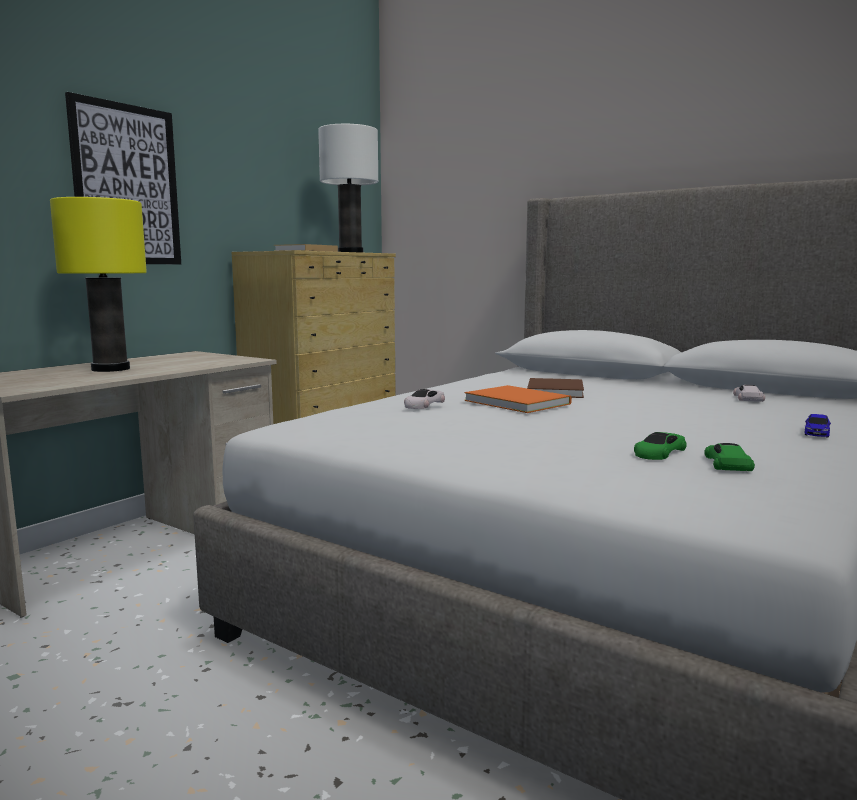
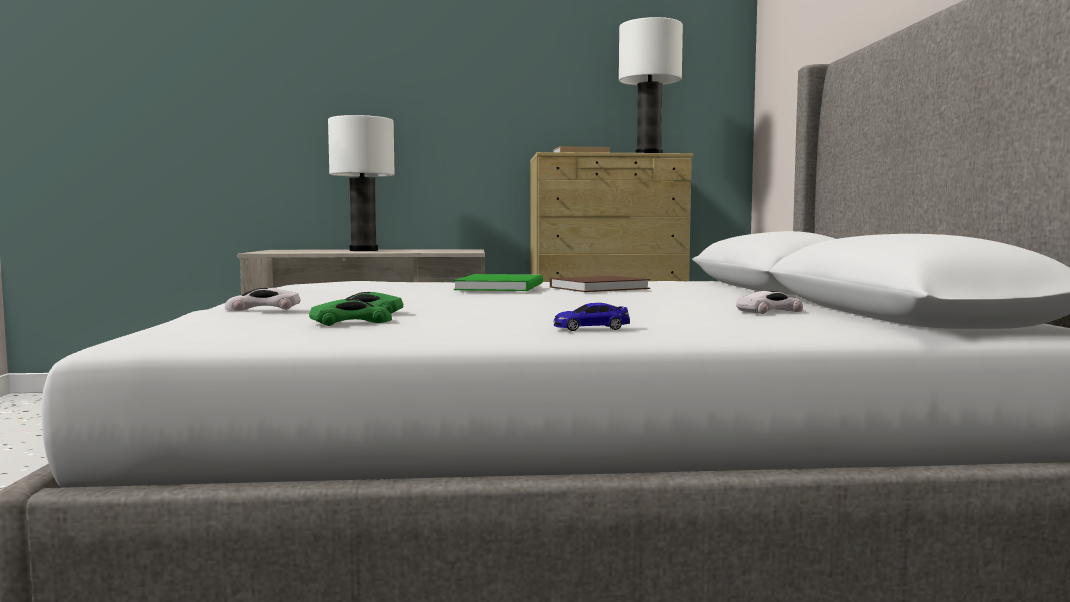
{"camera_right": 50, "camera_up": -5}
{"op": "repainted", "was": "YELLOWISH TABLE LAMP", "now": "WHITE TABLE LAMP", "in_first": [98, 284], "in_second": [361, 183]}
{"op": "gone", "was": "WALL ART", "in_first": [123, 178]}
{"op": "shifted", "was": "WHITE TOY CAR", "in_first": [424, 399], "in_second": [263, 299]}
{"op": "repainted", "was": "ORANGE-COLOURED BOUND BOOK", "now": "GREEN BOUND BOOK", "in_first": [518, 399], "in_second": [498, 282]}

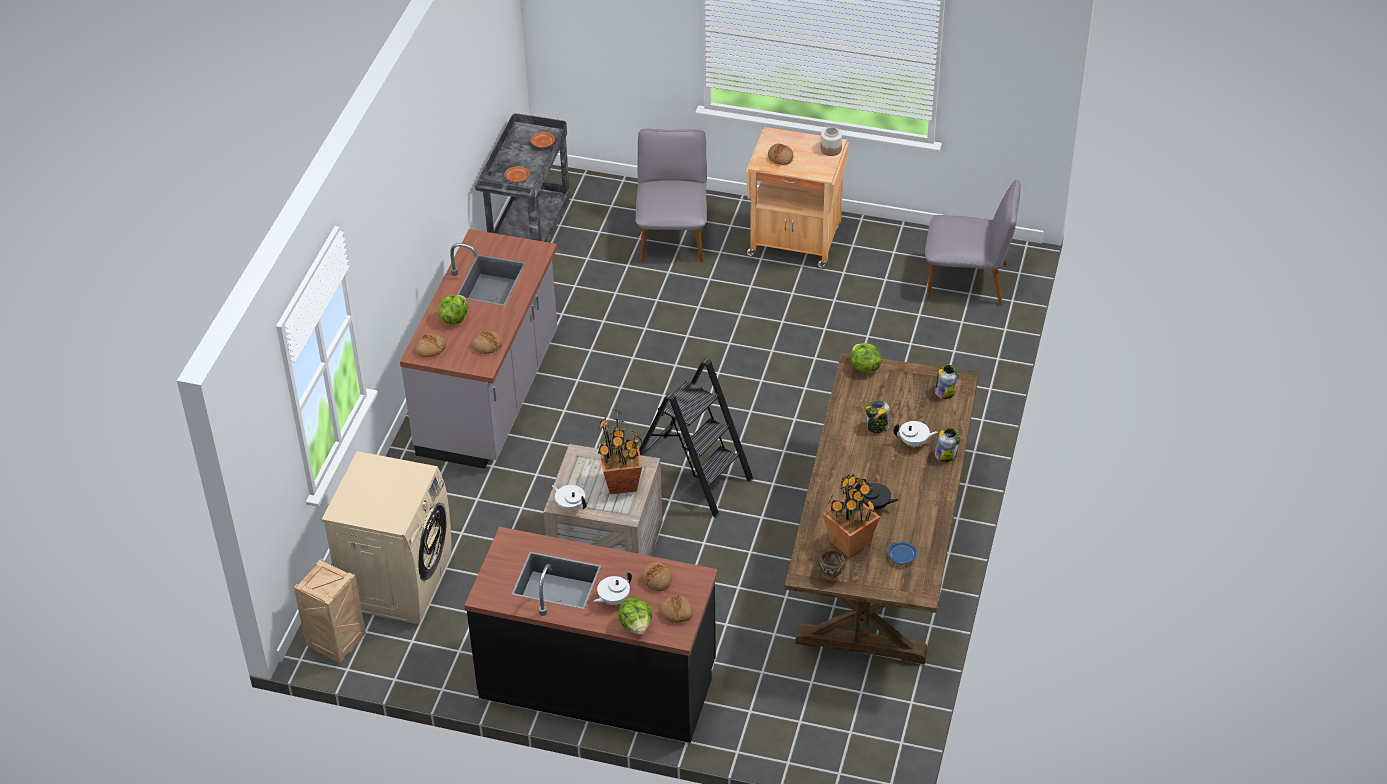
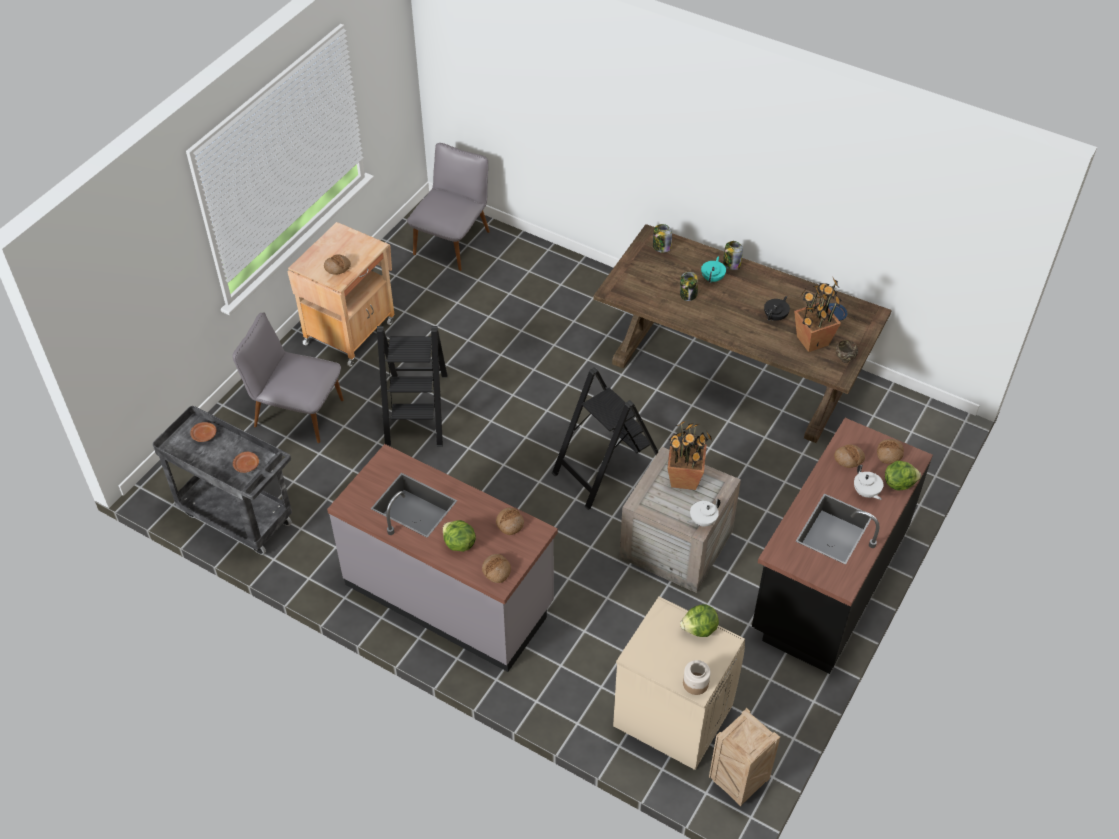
{"camera_right": -75, "camera_up": 5}
{"op": "shifted", "was": "JAR", "in_first": [831, 141], "in_second": [697, 677]}
{"op": "shifted", "was": "LETTUCE", "in_first": [866, 358], "in_second": [699, 620]}
{"op": "repainted", "was": "WHITE TEA POT", "now": "BLUE-GREEN TEA POT", "in_first": [916, 434], "in_second": [713, 269]}
{"op": "new", "now": "BLACK-COLOURED STEPLADDER", "in_second": [412, 386]}

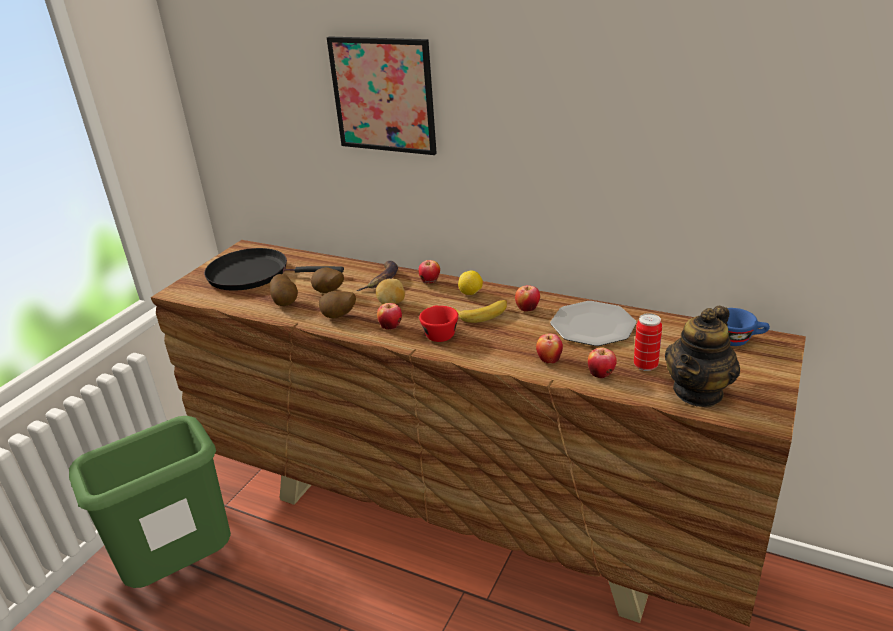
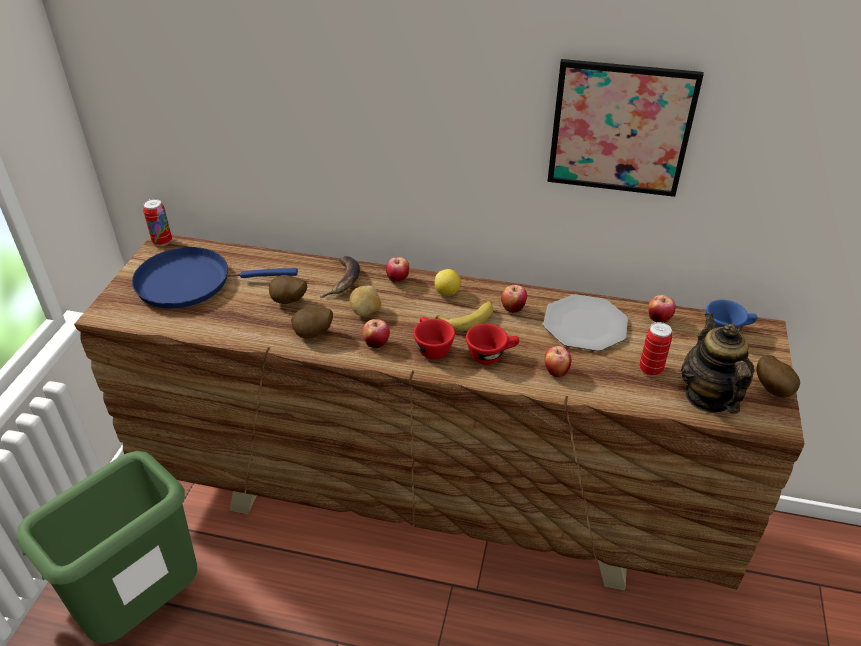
{"camera_right": -15, "camera_up": 10}
{"op": "repainted", "was": "BLACK-COLOURED FRYING PAN", "now": "BLUE FRYING PAN", "in_first": [274, 269], "in_second": [215, 277]}
{"op": "shifted", "was": "POTATO", "in_first": [284, 290], "in_second": [778, 376]}
{"op": "shifted", "was": "WALL ART", "in_first": [382, 95], "in_second": [625, 128]}
{"op": "shifted", "was": "APPLE FRUIT", "in_first": [602, 363], "in_second": [662, 309]}
{"op": "rotated", "was": "TEA POT", "in_first": [702, 356], "in_second": [717, 363], "clockwise": 150}
{"op": "new", "now": "CAN", "in_second": [157, 222]}
{"op": "new", "now": "REDDISH DRINKING CUP", "in_second": [492, 344]}

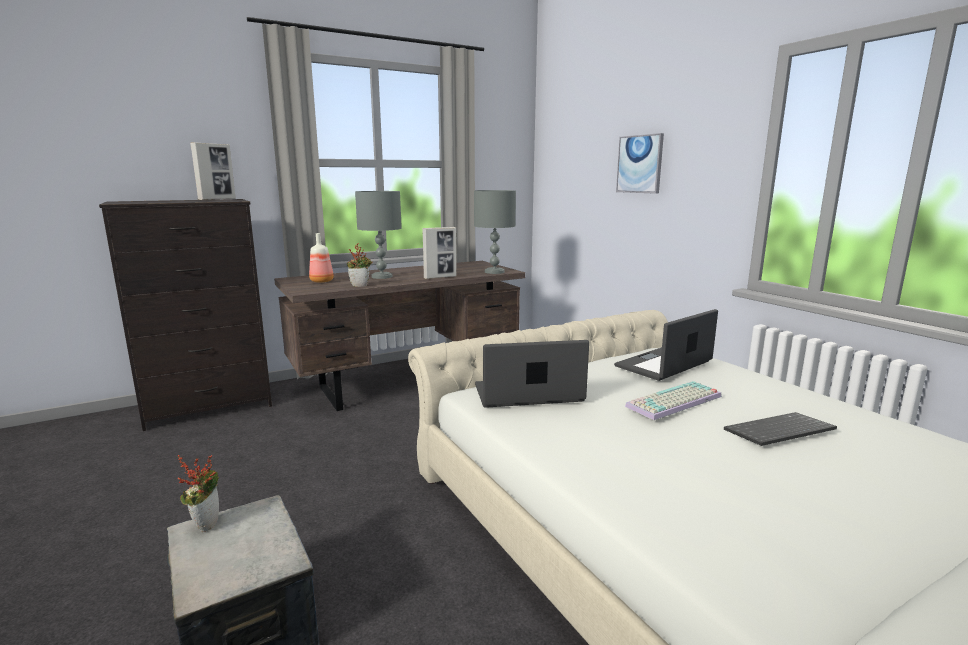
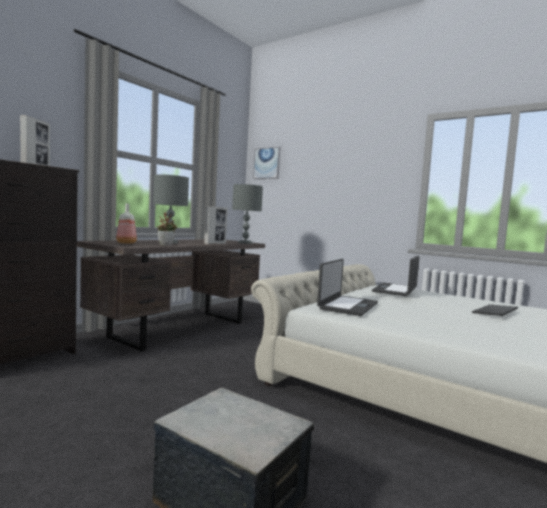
{"camera_right": -25, "camera_up": -10}
{"op": "gone", "was": "HOUSEPLANT", "in_first": [198, 493]}
{"op": "rotated", "was": "LAPTOP", "in_first": [532, 374], "in_second": [347, 287], "clockwise": 150}
{"op": "shifted", "was": "WALL ART", "in_first": [640, 163], "in_second": [266, 163]}
{"op": "gone", "was": "COMPUTER KEYBOARD", "in_first": [673, 400]}

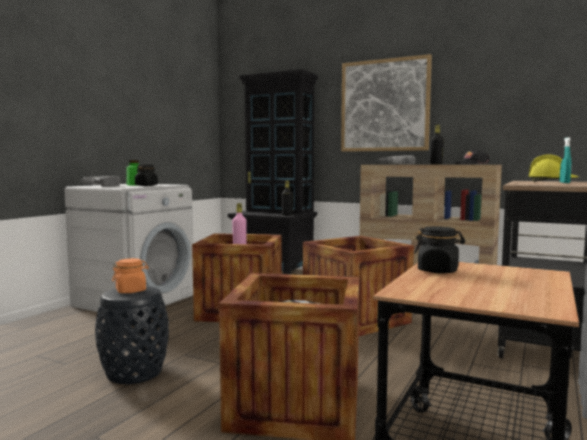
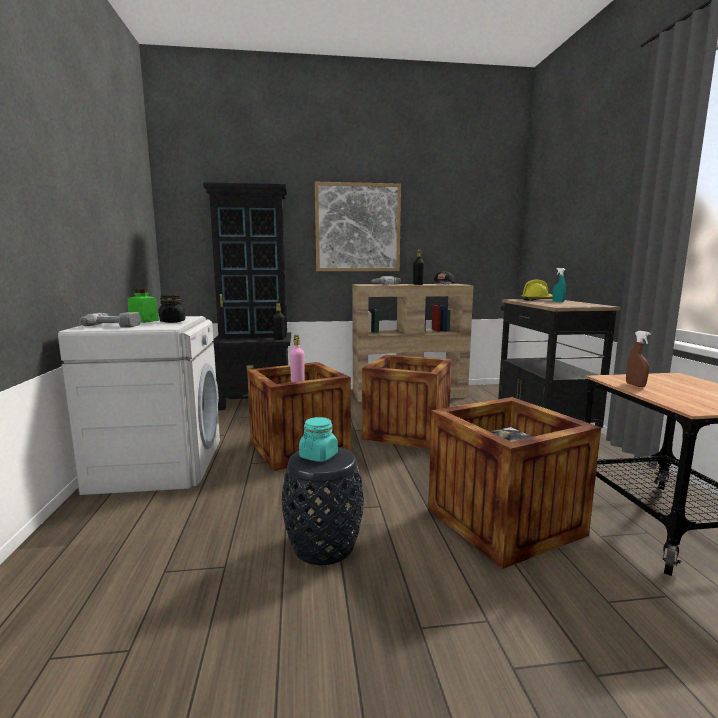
{"camera_right": -35, "camera_up": 5}
{"op": "repainted", "was": "ORANGE-COLOURED JAR", "now": "BLUE-GREEN JAR", "in_first": [130, 275], "in_second": [318, 439]}
{"op": "swapped", "was": "BLACK-COLOURED JAR", "now": "BROWNISH SPRAYER", "in_first": [439, 249], "in_second": [638, 359]}

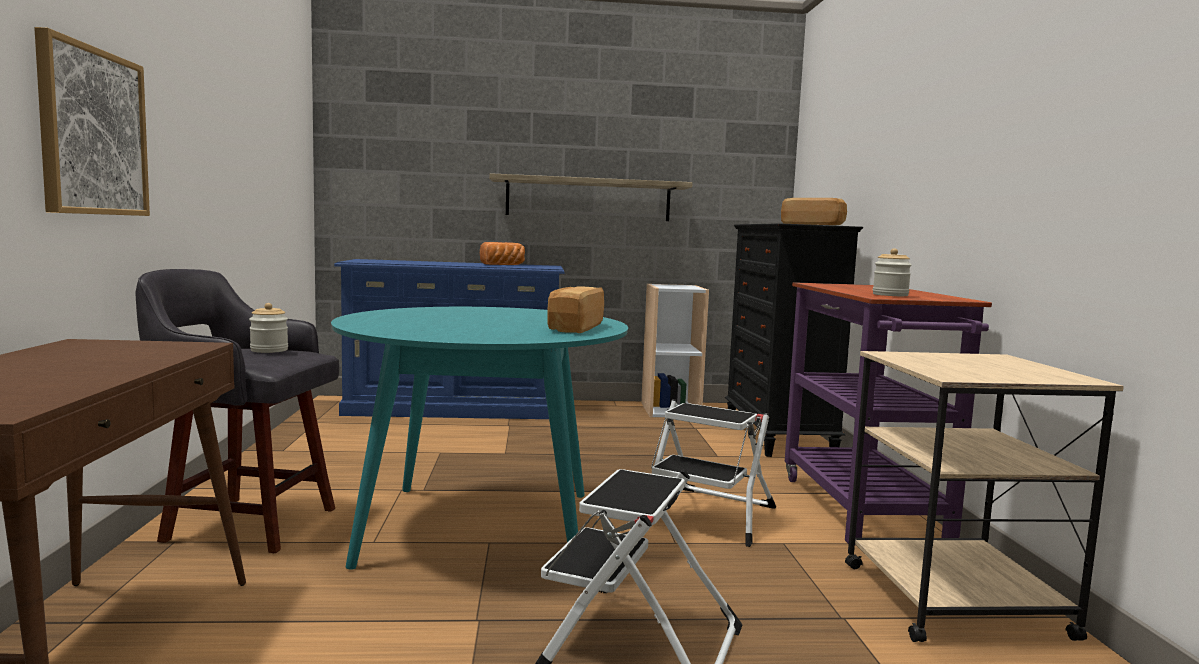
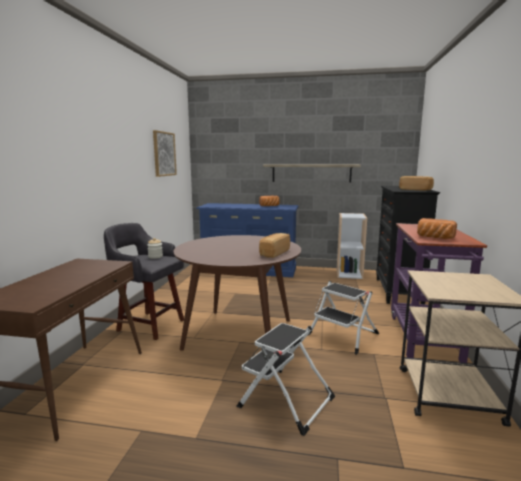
{"camera_right": 15, "camera_up": 5}
{"op": "shifted", "was": "WALL ART", "in_first": [92, 121], "in_second": [165, 153]}
{"op": "repainted", "was": "BLUE-GREEN KITCHEN TABLE", "now": "BROWNISH KITCHEN TABLE", "in_first": [479, 438], "in_second": [237, 293]}
{"op": "swapped", "was": "JAR", "now": "BREAD", "in_first": [892, 272], "in_second": [437, 228]}

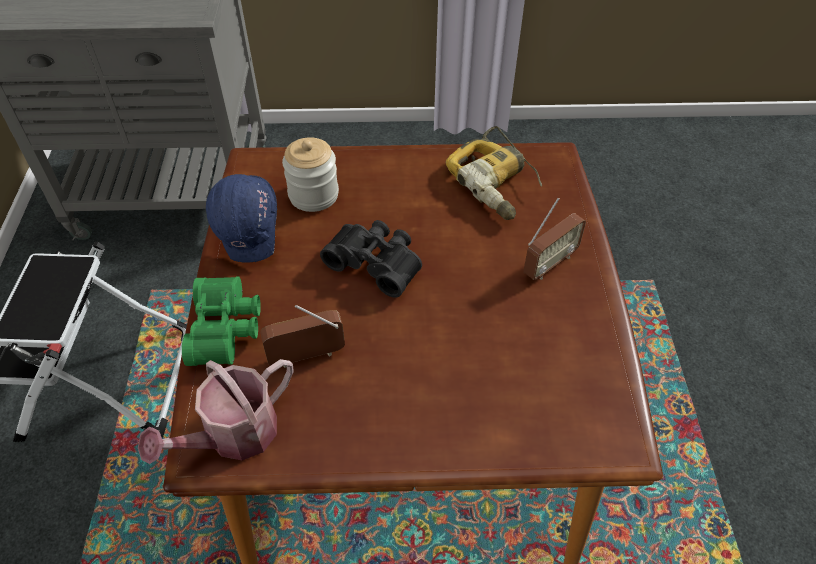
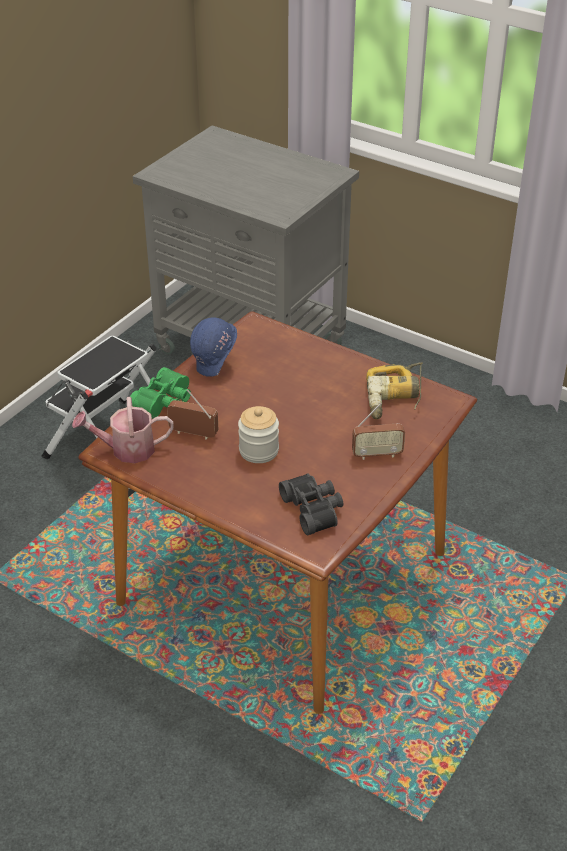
{"camera_right": 35, "camera_up": -10}
{"op": "shifted", "was": "JAR", "in_first": [310, 174], "in_second": [258, 434]}
{"op": "shifted", "was": "BLACK-COLOURED FIELD GLASSES", "in_first": [371, 259], "in_second": [311, 504]}

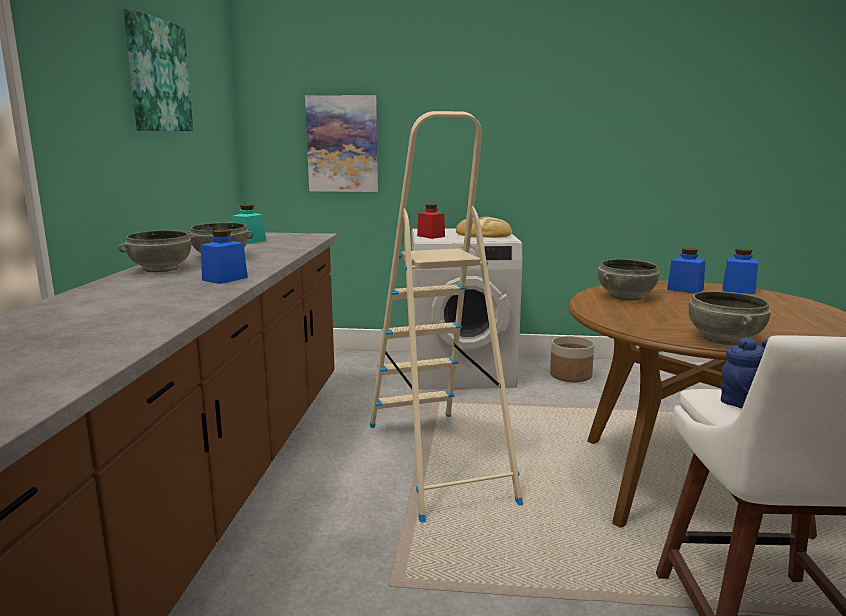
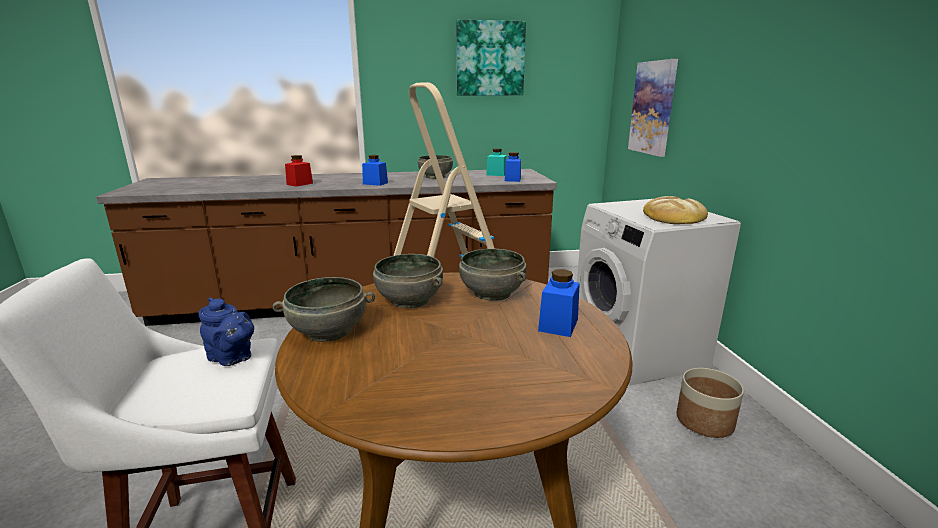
{"camera_right": 75, "camera_up": 5}
{"op": "shifted", "was": "GREYISH BOWL", "in_first": [157, 251], "in_second": [408, 281]}
{"op": "shifted", "was": "REDDISH JAR", "in_first": [431, 221], "in_second": [299, 171]}
{"op": "shifted", "was": "BLUE JAR", "in_first": [740, 271], "in_second": [513, 167]}

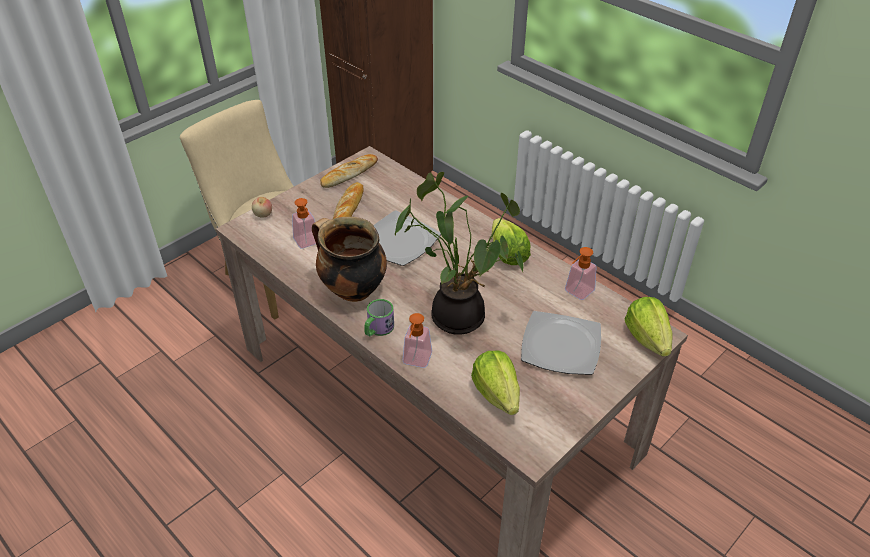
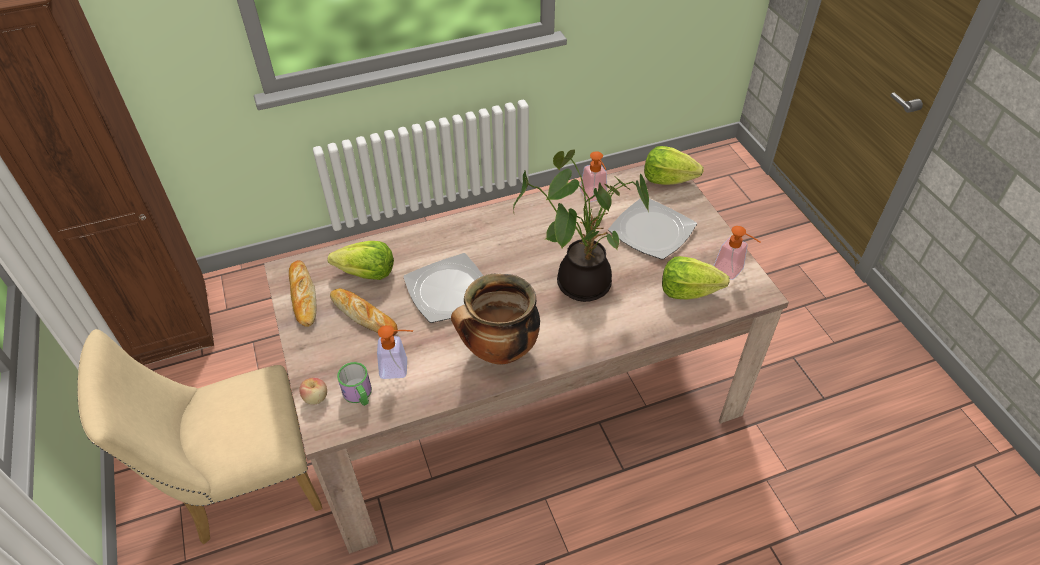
{"camera_right": -65, "camera_up": 5}
{"op": "shifted", "was": "TEA MUG", "in_first": [379, 317], "in_second": [354, 384]}
{"op": "shifted", "was": "SOAP DISPENSER", "in_first": [417, 340], "in_second": [737, 253]}
{"op": "shifted", "was": "LETTUCE", "in_first": [511, 241], "in_second": [361, 260]}

